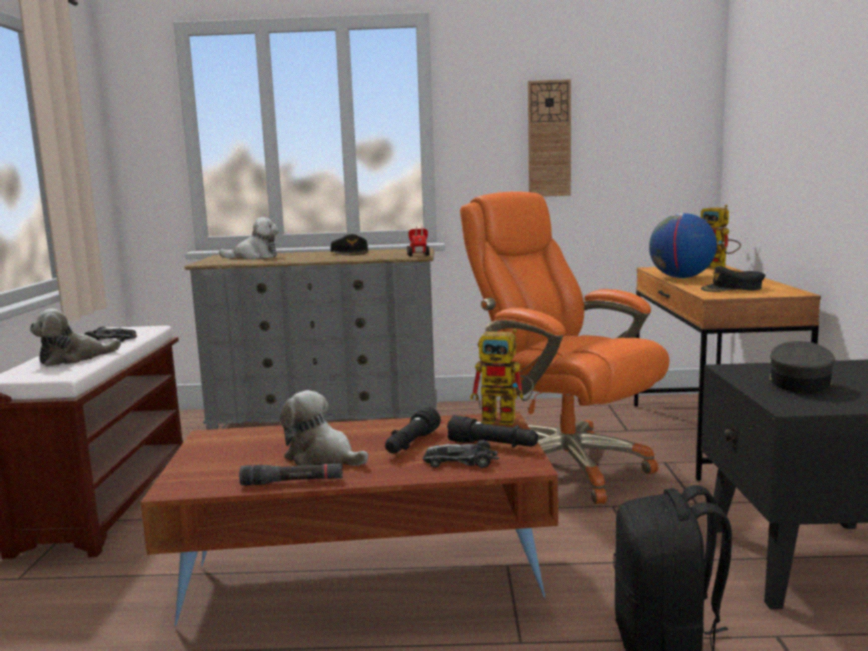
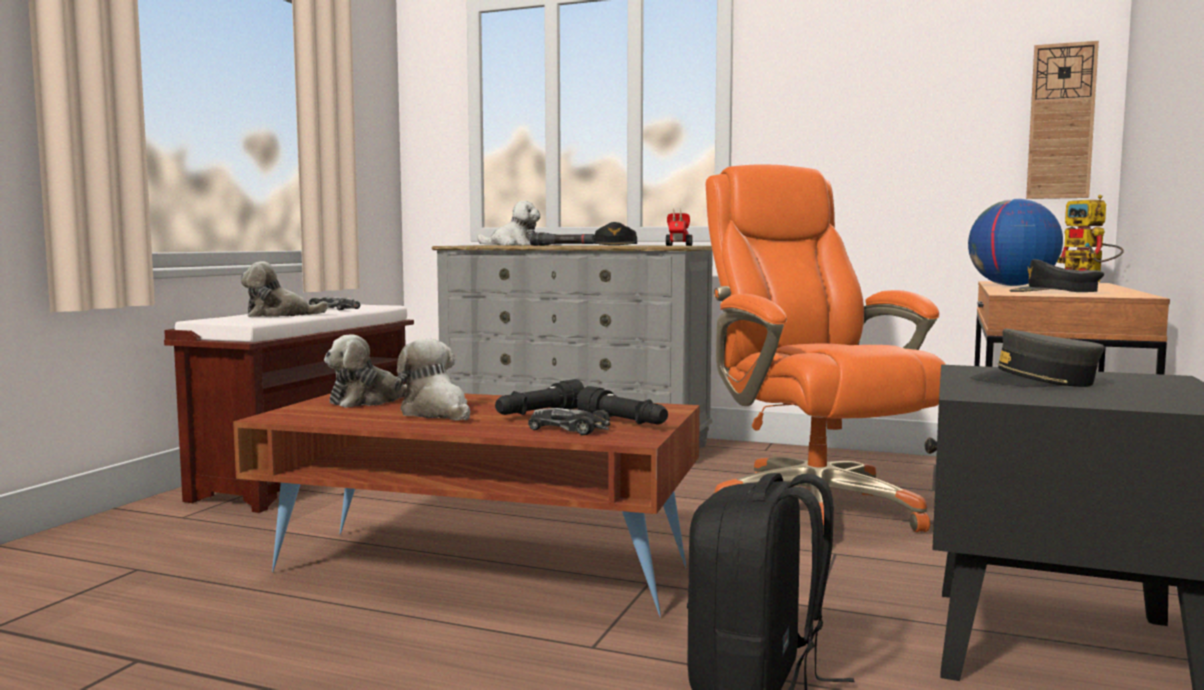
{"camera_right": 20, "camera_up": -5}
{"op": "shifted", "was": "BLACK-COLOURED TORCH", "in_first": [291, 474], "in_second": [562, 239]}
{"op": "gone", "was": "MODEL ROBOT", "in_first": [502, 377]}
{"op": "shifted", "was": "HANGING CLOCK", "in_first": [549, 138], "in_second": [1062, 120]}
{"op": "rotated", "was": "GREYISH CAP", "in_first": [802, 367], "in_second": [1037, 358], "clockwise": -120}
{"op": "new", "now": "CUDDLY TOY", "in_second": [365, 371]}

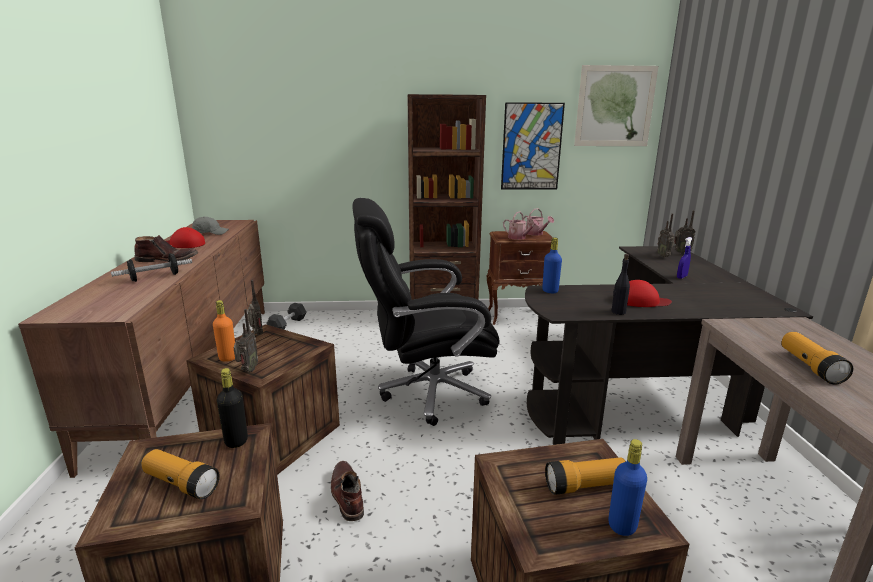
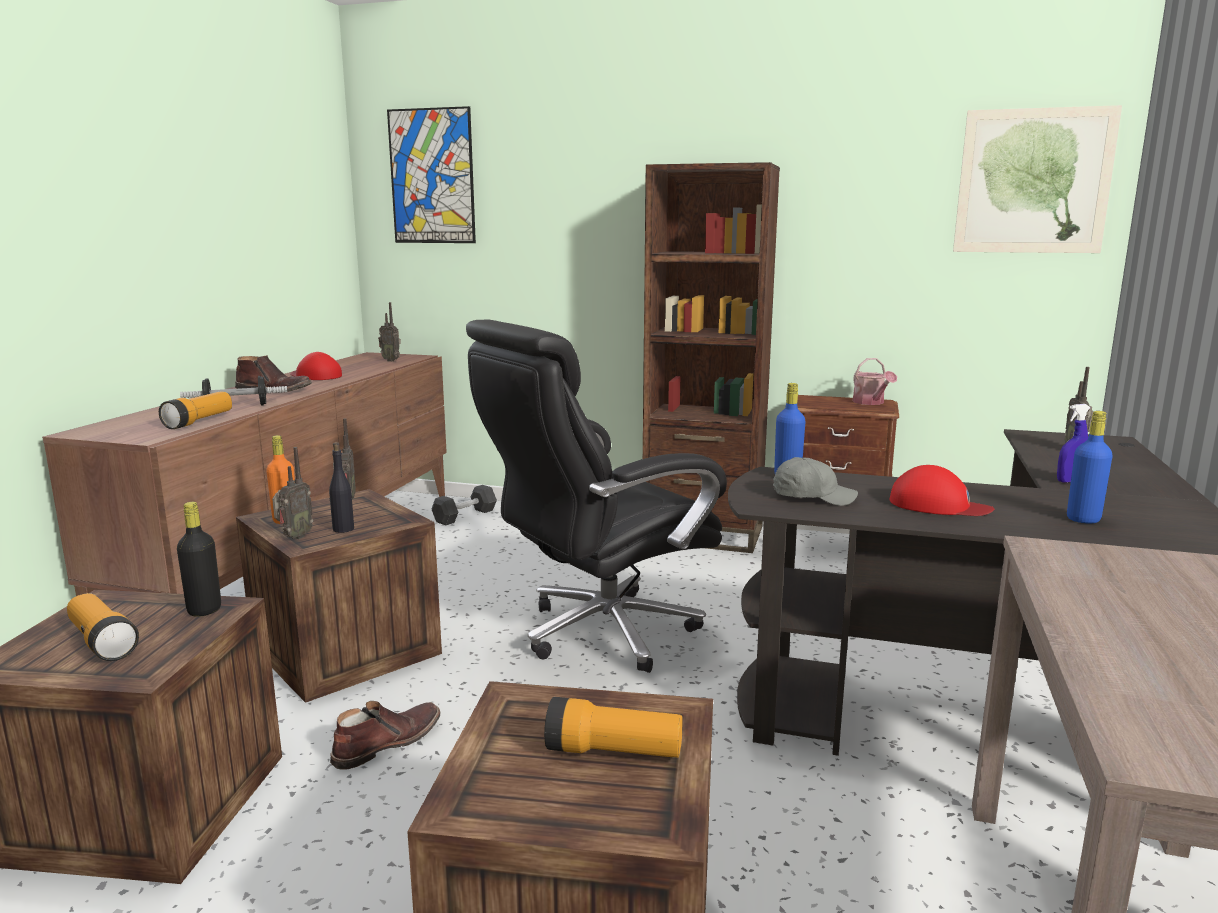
{"camera_right": 20, "camera_up": -5}
{"op": "shifted", "was": "GREYISH CAP", "in_first": [210, 226], "in_second": [815, 481]}
{"op": "rotated", "was": "BROWNISH BOOT", "in_first": [347, 491], "in_second": [385, 735], "clockwise": 45}
{"op": "rotated", "was": "BLACK-COLOURED COMPUTER CHAIR", "in_first": [426, 312], "in_second": [596, 496], "clockwise": -45}
{"op": "shifted", "was": "WALL ART", "in_first": [533, 146], "in_second": [431, 174]}
{"op": "gone", "was": "SPRINKLING CAN", "in_first": [521, 225]}
{"op": "shifted", "was": "BLUE BOTTLE", "in_first": [627, 487], "in_second": [1090, 467]}
{"op": "shifted", "was": "BLACK-COLOURED BOTTLE", "in_first": [620, 284], "in_second": [341, 487]}
{"op": "shifted", "was": "RADIO", "in_first": [684, 232], "in_second": [389, 332]}
{"op": "shifted", "was": "TORCH", "in_first": [817, 358], "in_second": [195, 410]}

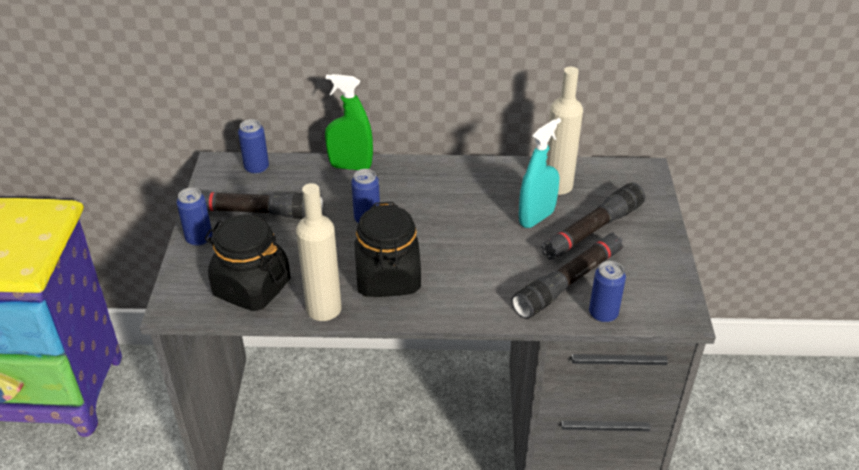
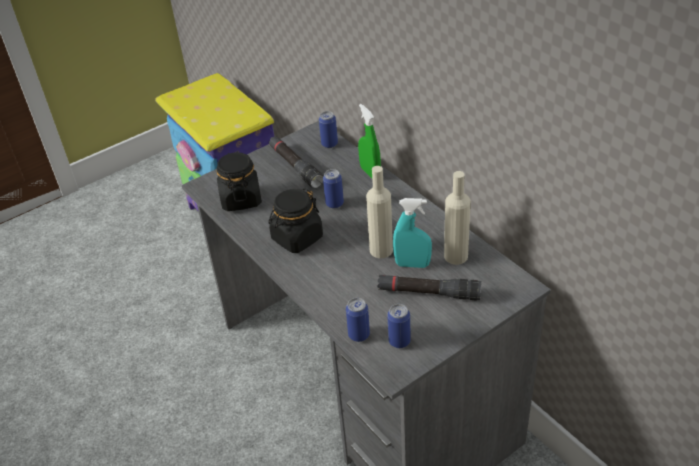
{"camera_right": 55, "camera_up": 0}
{"op": "shifted", "was": "CAN", "in_first": [194, 217], "in_second": [399, 326]}
{"op": "shifted", "was": "BEIGE BOTTLE", "in_first": [319, 252], "in_second": [379, 212]}
{"op": "gone", "was": "BLACK-COLOURED TORCH", "in_first": [567, 276]}

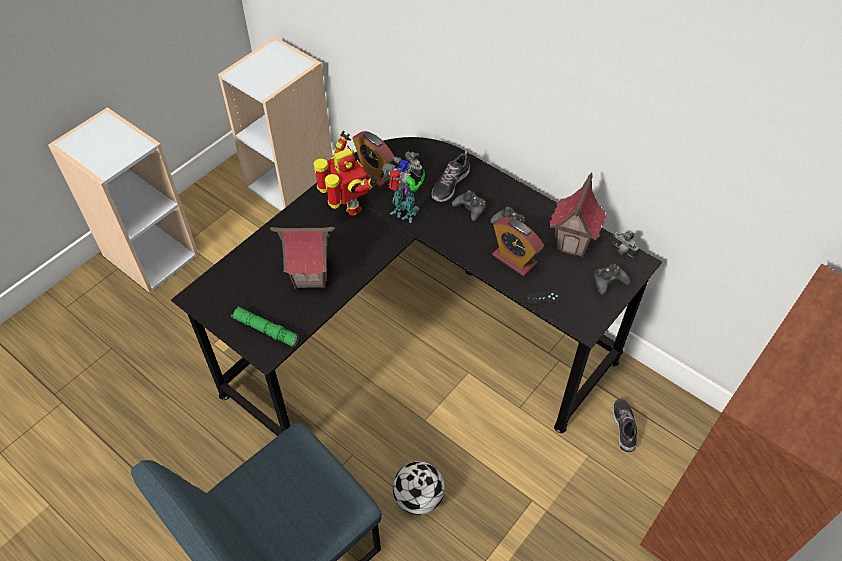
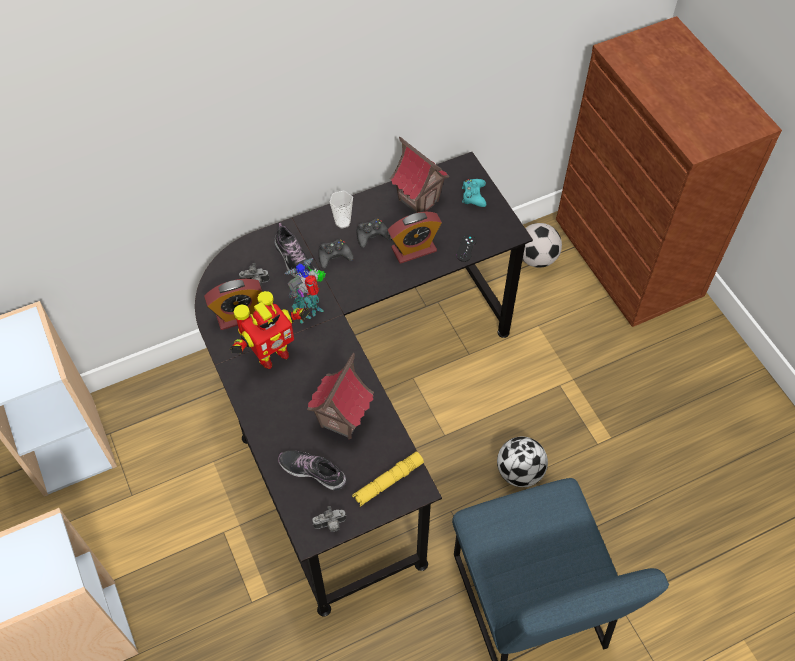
{"camera_right": -65, "camera_up": 5}
{"op": "repainted", "was": "GREEN TORCH", "now": "YELLOWISH TORCH", "in_first": [265, 326], "in_second": [388, 479]}
{"op": "rotated", "was": "MODEL ROBOT", "in_first": [345, 173], "in_second": [270, 330], "clockwise": 150}
{"op": "repainted", "was": "BLACK-COLOURED GAME CONTROLLER", "now": "BLUE-GREEN GAME CONTROLLER", "in_first": [611, 279], "in_second": [474, 193]}
{"op": "shifted", "was": "LOW SHOE", "in_first": [624, 425], "in_second": [312, 470]}
{"op": "shifted", "was": "PHOTO CAMERA", "in_first": [626, 244], "in_second": [329, 519]}
{"op": "new", "now": "DRINKING CUP", "in_second": [341, 209]}
{"op": "new", "now": "FOOTBALL BALL", "in_second": [542, 245]}

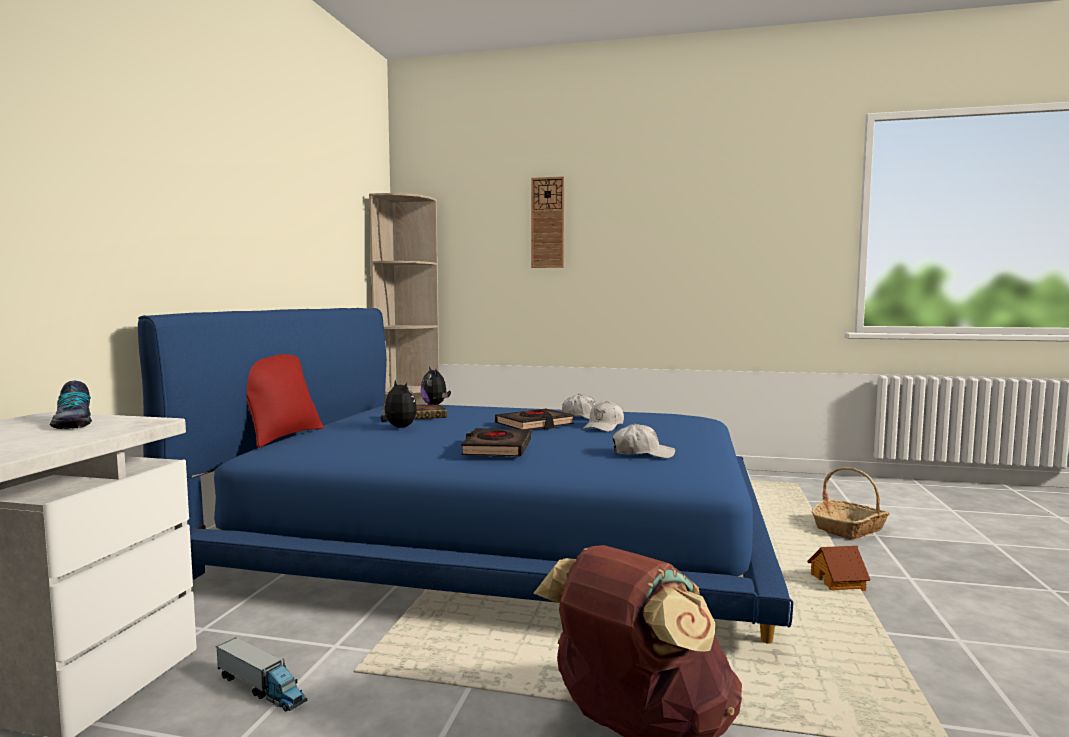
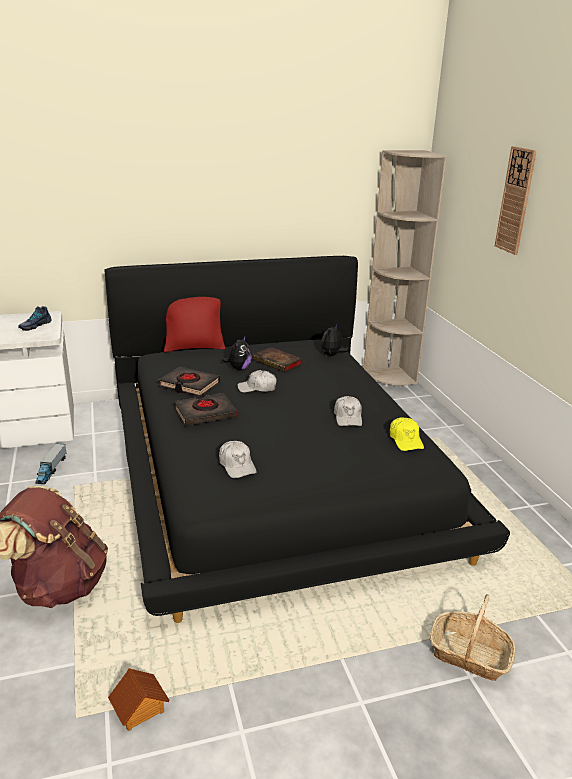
{"camera_right": 60, "camera_up": 20}
{"op": "repainted", "was": "BLUE SLEEPING BED", "now": "BLACK-COLOURED SLEEPING BED", "in_first": [465, 476], "in_second": [307, 439]}
{"op": "shifted", "was": "BLACK-COLOURED BOUND BOOK", "in_first": [534, 419], "in_second": [189, 381]}
{"op": "shifted", "was": "WHITE CAP", "in_first": [603, 416], "in_second": [257, 381]}
{"op": "shifted", "was": "TOY HOUSE", "in_first": [839, 568], "in_second": [139, 699]}
{"op": "new", "now": "YELLOWISH CAP", "in_second": [407, 434]}

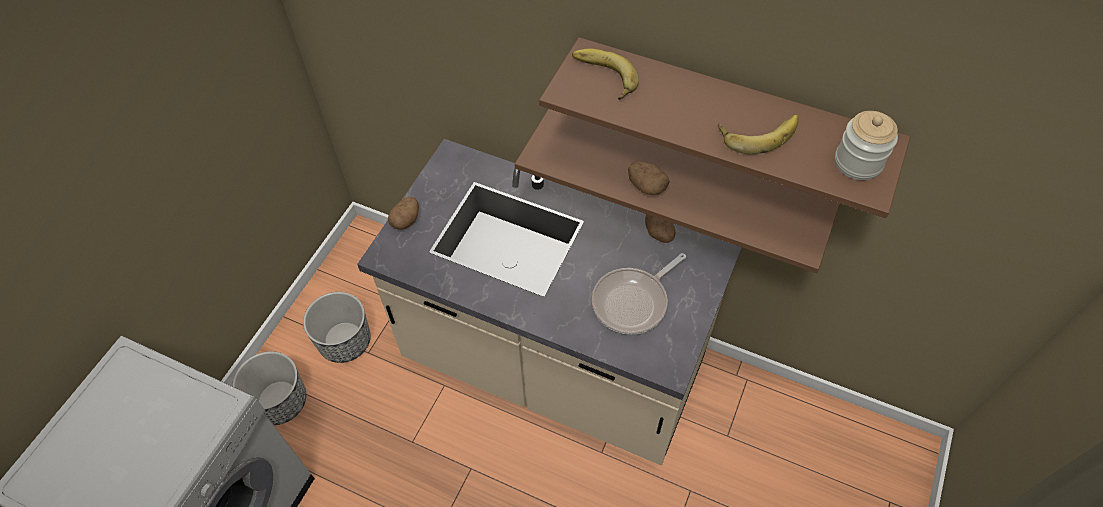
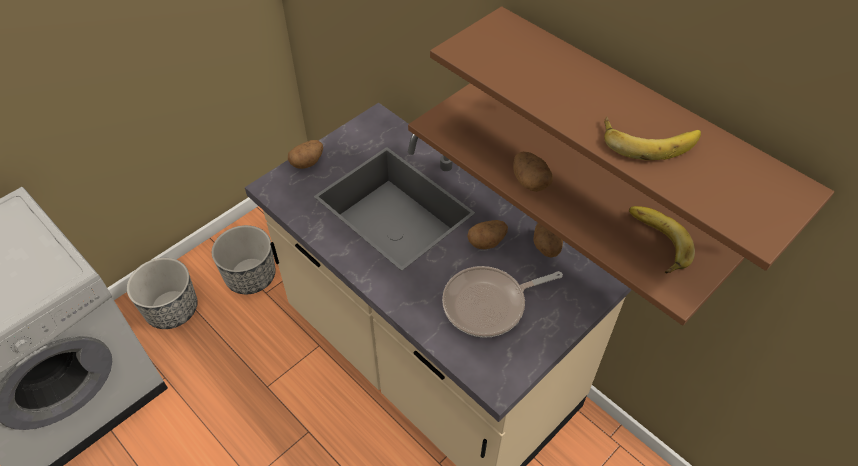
{"camera_right": 20, "camera_up": -5}
{"op": "shifted", "was": "BANANA FRUIT", "in_first": [605, 74], "in_second": [662, 240]}
{"op": "gone", "was": "JAR", "in_first": [866, 146]}
{"op": "new", "now": "POTATO", "in_second": [487, 234]}

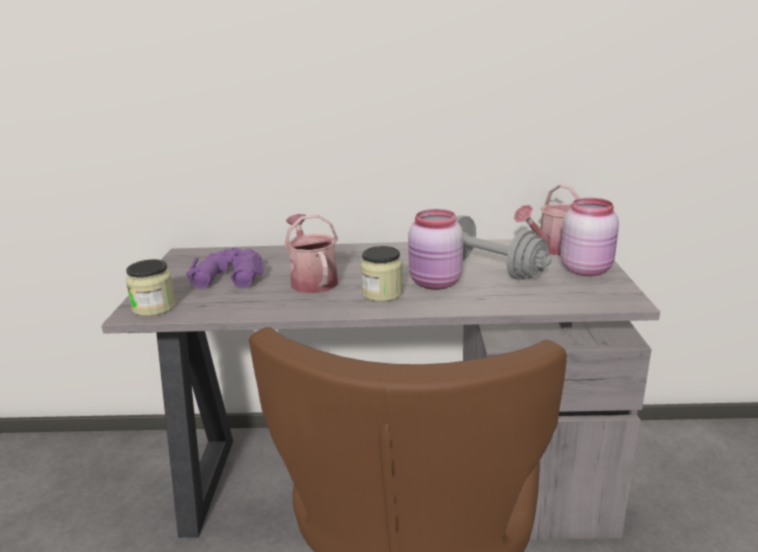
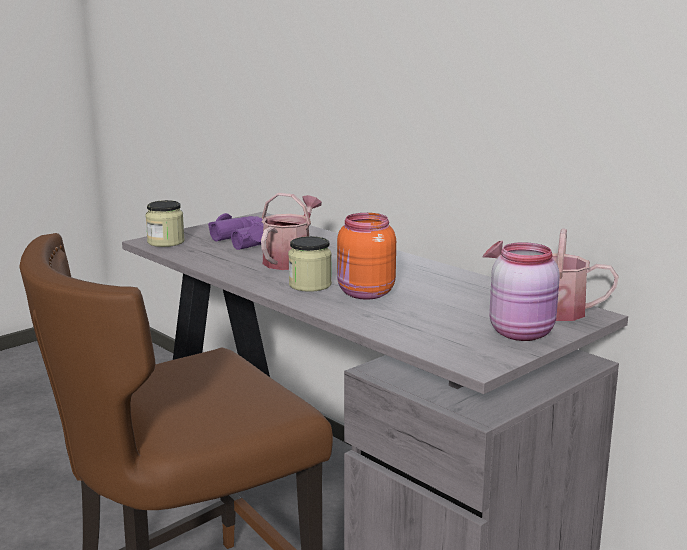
{"camera_right": 45, "camera_up": -5}
{"op": "repainted", "was": "PINK-COLOURED JAR", "now": "ORANGE-COLOURED JAR", "in_first": [435, 249], "in_second": [366, 256]}
{"op": "gone", "was": "GREYISH FREE WEIGHT", "in_first": [503, 247]}

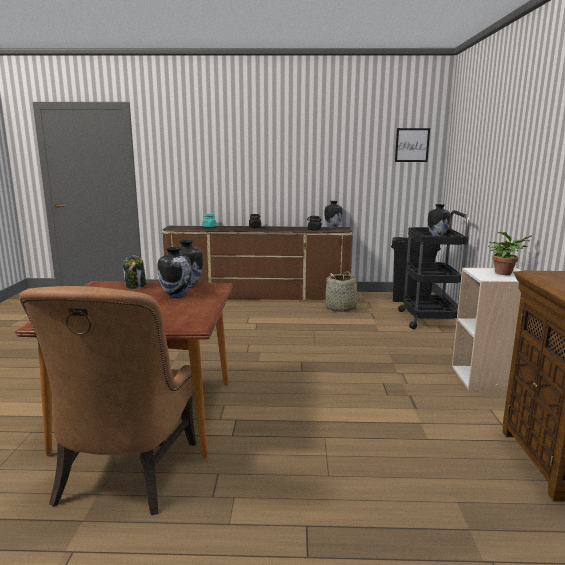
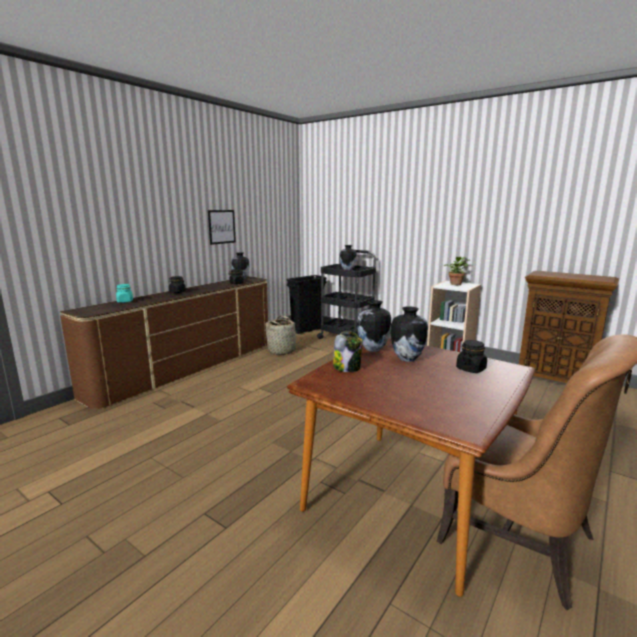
{"camera_right": -55, "camera_up": 0}
{"op": "shifted", "was": "WALL ART", "in_first": [412, 145], "in_second": [222, 227]}
{"op": "new", "now": "BLACK-COLOURED JAR", "in_second": [471, 356]}

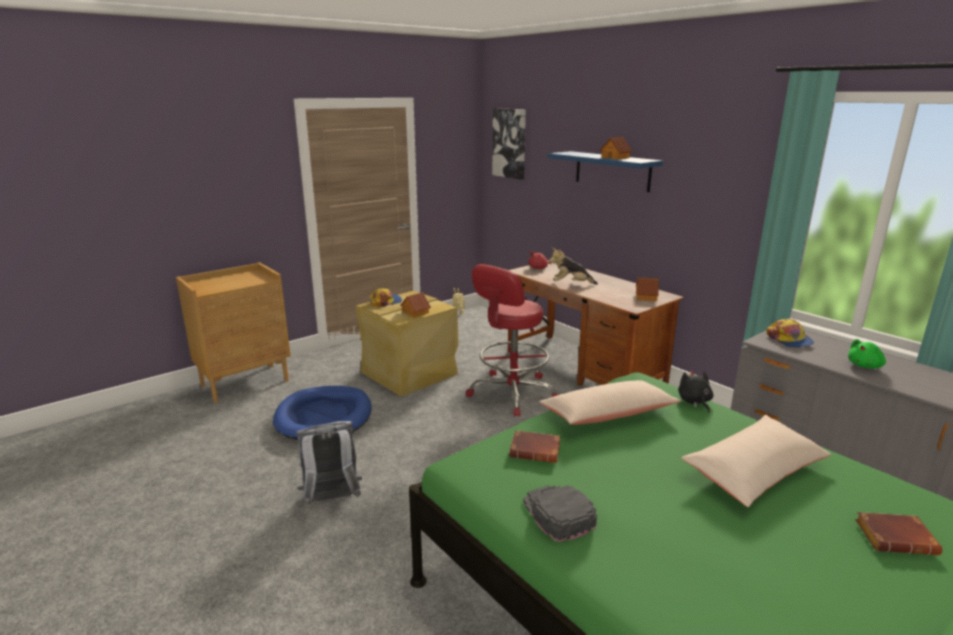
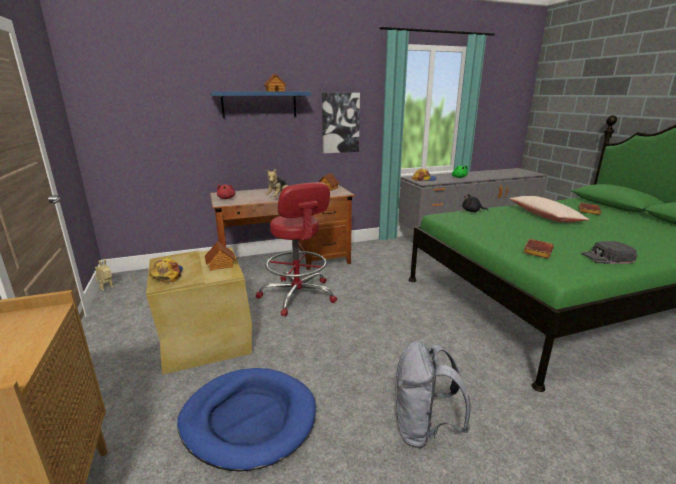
{"camera_right": -70, "camera_up": 0}
{"op": "shifted", "was": "WALL ART", "in_first": [509, 144], "in_second": [341, 123]}
{"op": "gone", "was": "BEIGE PILLOW", "in_first": [610, 402]}

